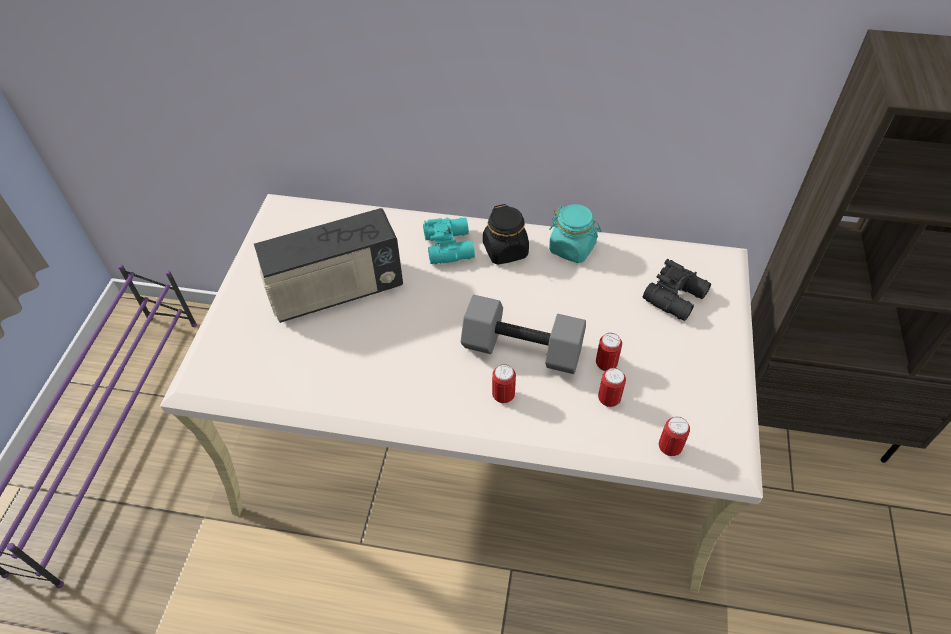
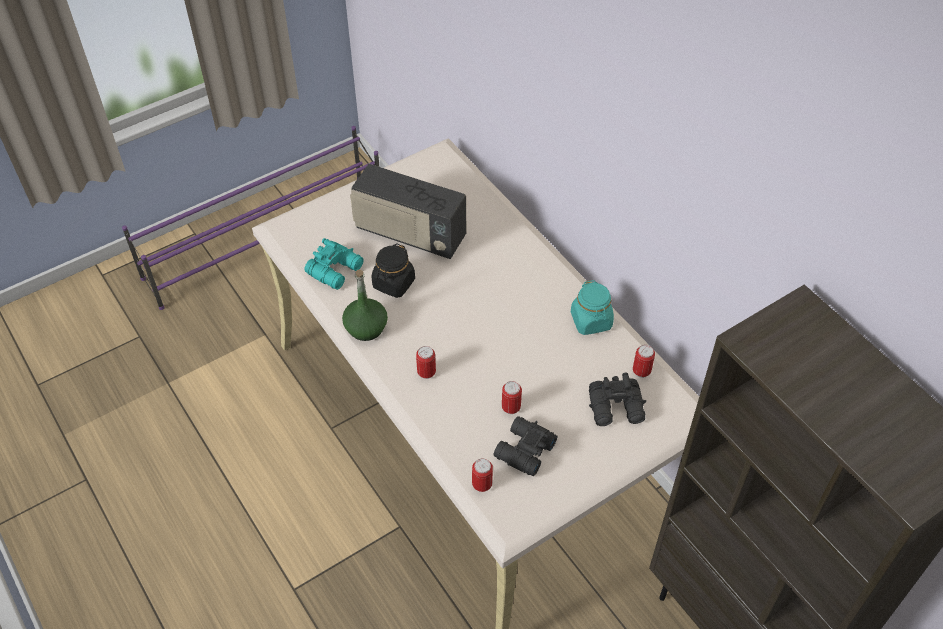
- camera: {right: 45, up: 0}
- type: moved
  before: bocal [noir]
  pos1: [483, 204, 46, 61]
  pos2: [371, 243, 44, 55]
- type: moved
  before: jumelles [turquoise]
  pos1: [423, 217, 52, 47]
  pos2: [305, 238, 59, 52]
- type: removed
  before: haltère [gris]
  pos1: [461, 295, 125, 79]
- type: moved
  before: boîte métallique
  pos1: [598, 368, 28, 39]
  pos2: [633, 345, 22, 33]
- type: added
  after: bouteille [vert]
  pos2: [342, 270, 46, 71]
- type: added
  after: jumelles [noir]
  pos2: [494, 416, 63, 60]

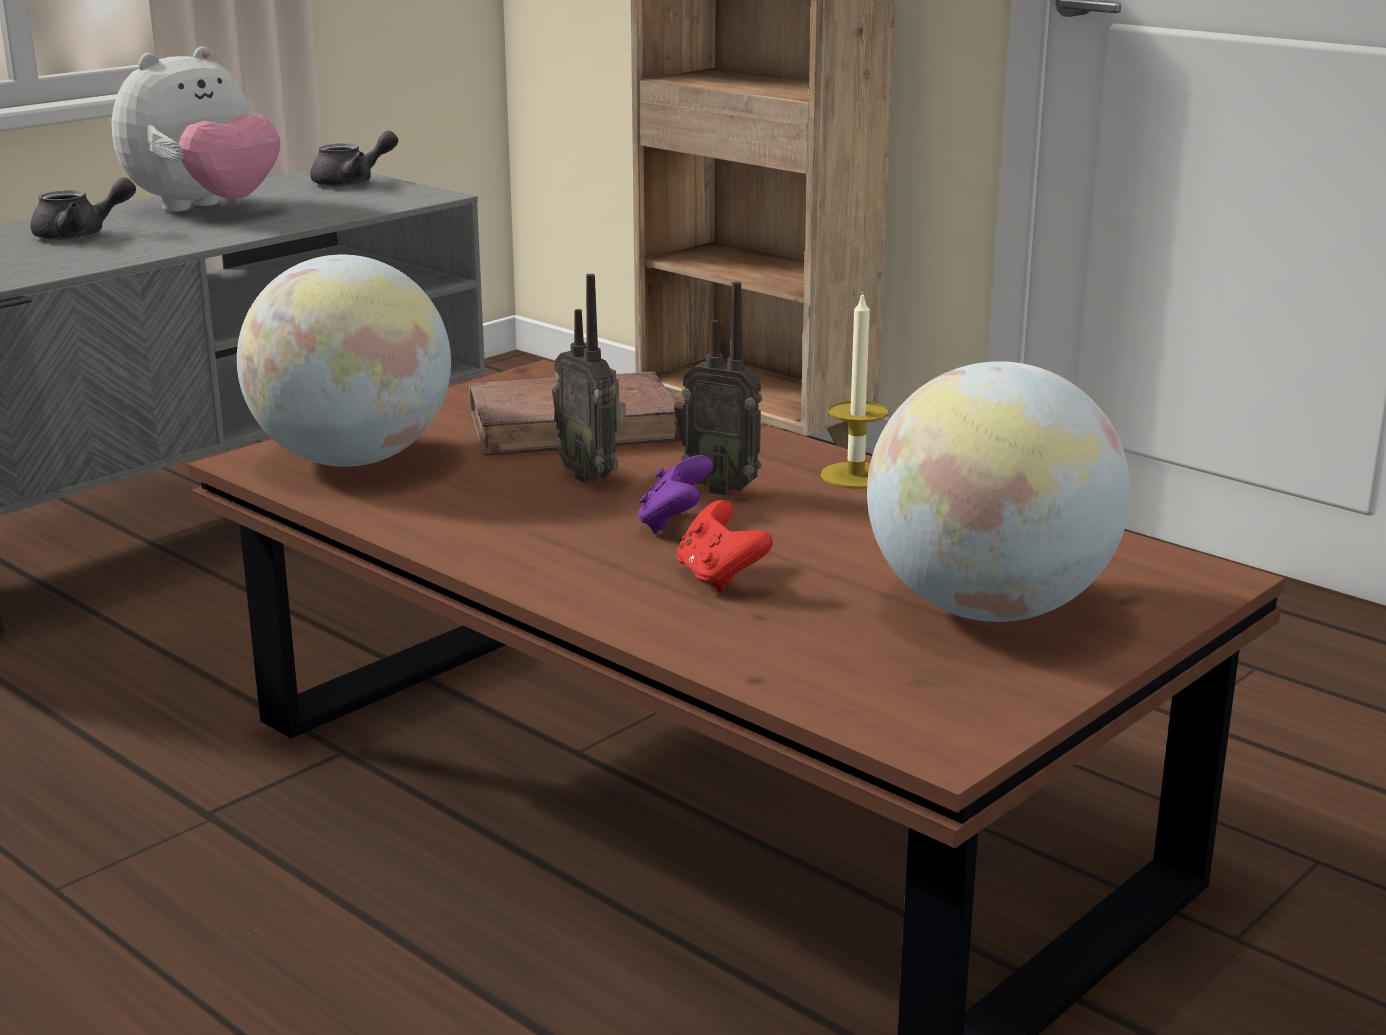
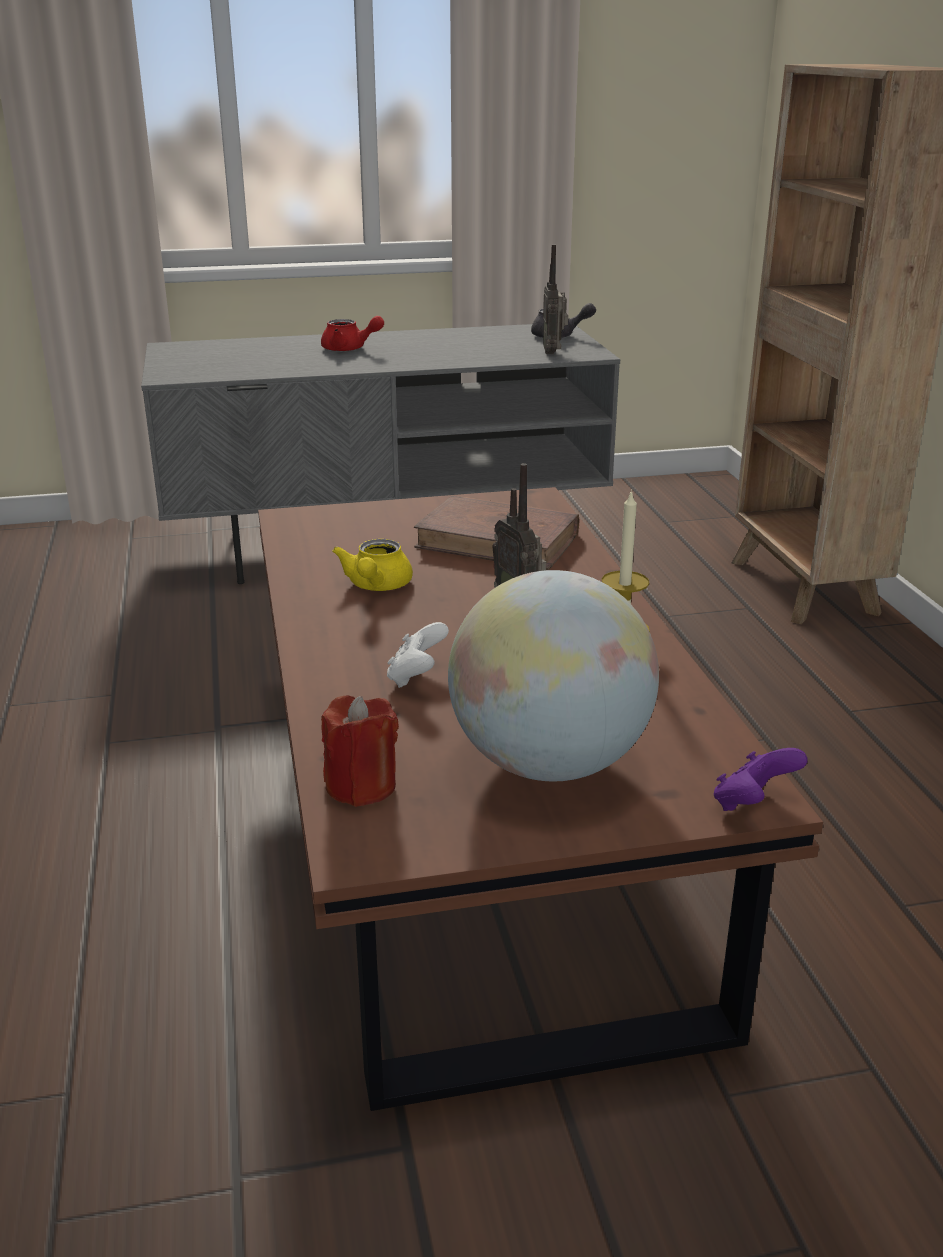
- camera: {right: 35, up: 5}
- type: removed
  before: peluche
  pos1: [112, 46, 168, 166]
- type: recoloured
  before: théière [gris]
  after: théière [rouge]
  pos1: [30, 177, 106, 64]
  pos2: [321, 316, 63, 36]
- type: removed
  before: globe
  pos1: [237, 255, 214, 212]
- type: moved
  before: radio
  pos1: [552, 274, 74, 209]
  pos2: [543, 244, 25, 110]
- type: moved
  before: manette [violet]
  pos1: [638, 455, 75, 79]
  pos2: [714, 748, 94, 63]
- type: recoloured
  before: manette [rouge]
  after: manette [blanc]
  pos1: [677, 500, 96, 92]
  pos2: [387, 622, 62, 66]
- type: added
  after: théière [jaune]
  pos2: [332, 539, 81, 52]
- type: added
  after: bougie [rouge]
  pos2: [321, 695, 78, 112]

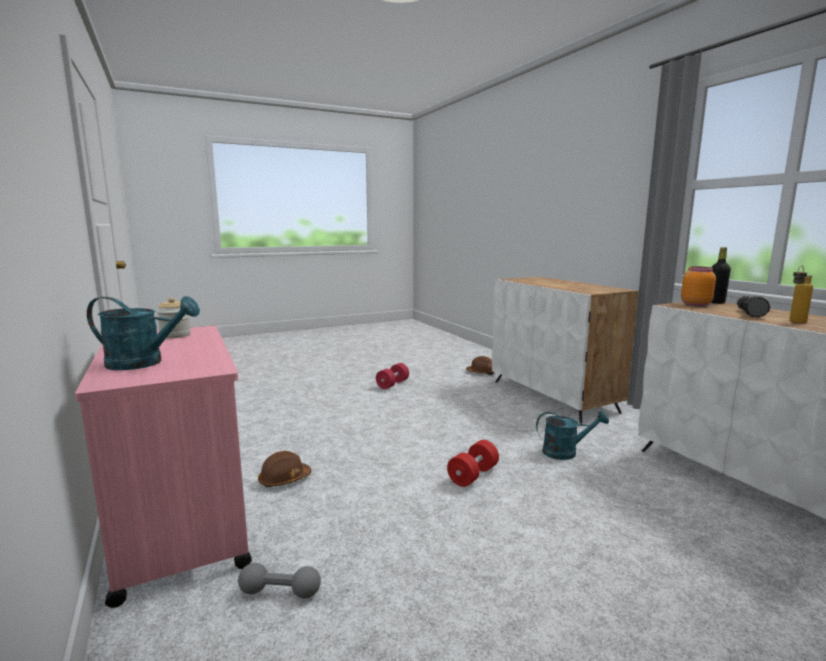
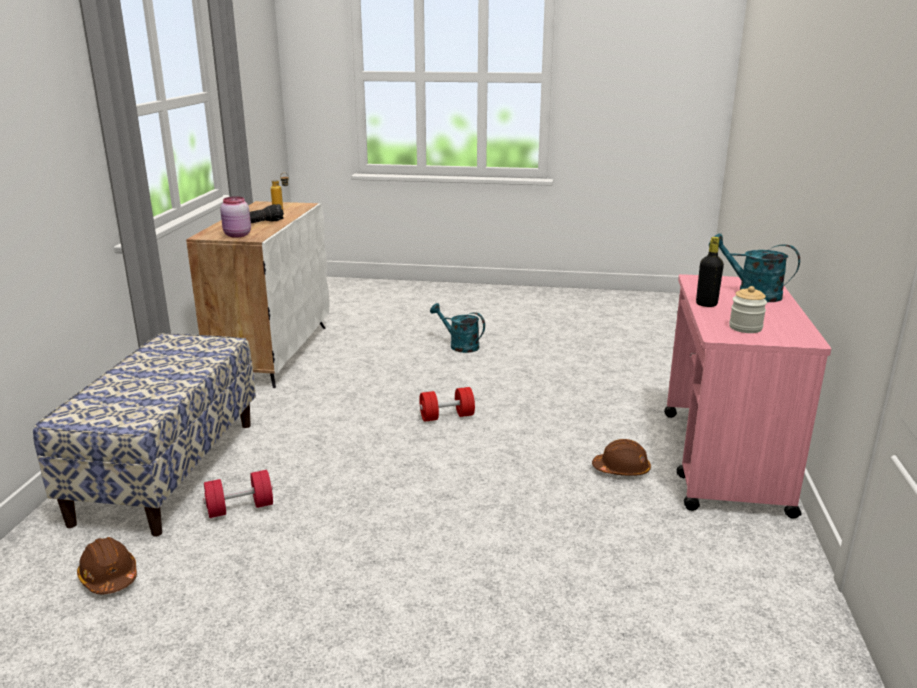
- camera: {right: -145, up: 10}
- type: moved
  before: bouteille [noir]
  pos1: [711, 247, 20, 57]
  pos2: [696, 237, 28, 70]
- type: recoloured
  before: bocal [orange]
  after: bocal [rose]
  pos1: [681, 266, 35, 40]
  pos2: [220, 196, 31, 42]
- type: replaced
  before: meuble de rangement [blanc]
  after: banc
  pos1: [492, 277, 146, 147]
  pos2: [33, 333, 223, 204]
- type: moved
  before: haltère [rouge]
  pos1: [376, 363, 33, 26]
  pos2: [203, 470, 70, 48]
- type: moved
  before: arrosoir [turquoise]
  pos1: [536, 411, 73, 49]
  pos2: [430, 303, 55, 50]
- type: removed
  before: haltère [gris]
  pos1: [238, 563, 83, 35]

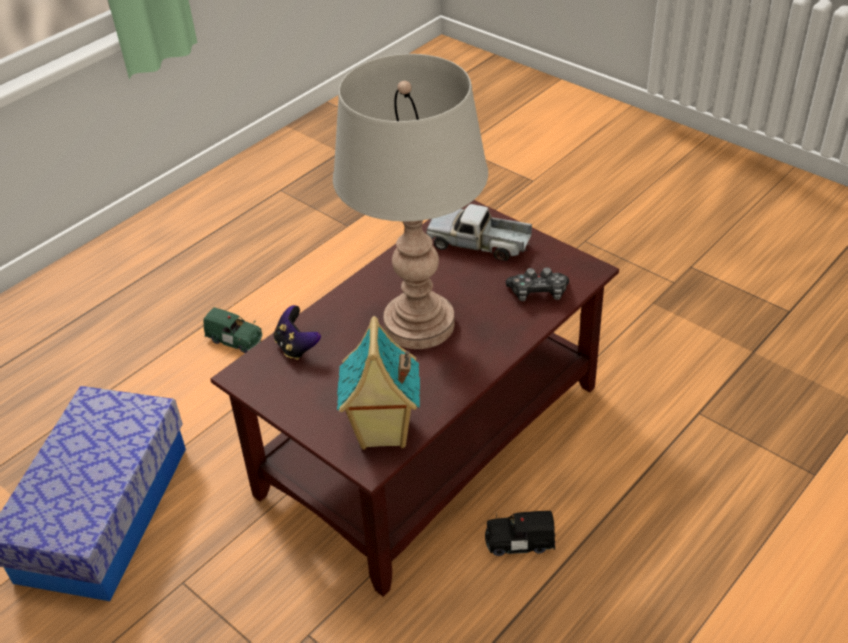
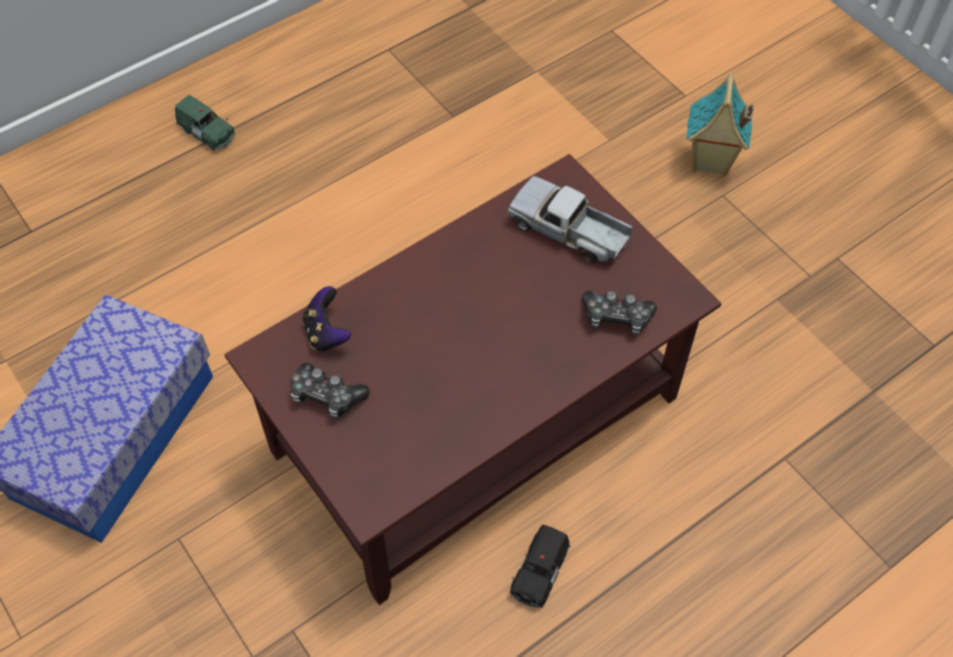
- camera: {right: 10, up: 15}
- type: removed
  before: lampe de table [gris]
  pos1: [333, 54, 155, 295]
- type: moved
  before: petite voiture [vert]
  pos1: [204, 307, 58, 46]
  pos2: [175, 95, 60, 56]
- type: moved
  before: maison miniature
  pos1: [337, 316, 83, 134]
  pos2: [686, 73, 67, 104]
- type: turned
  before: petite voiture [noir]
  pos1: [485, 511, 70, 45]
  pos2: [510, 525, 60, 83]
  turn: -75
- type: added
  after: manette
  pos2: [290, 363, 80, 55]

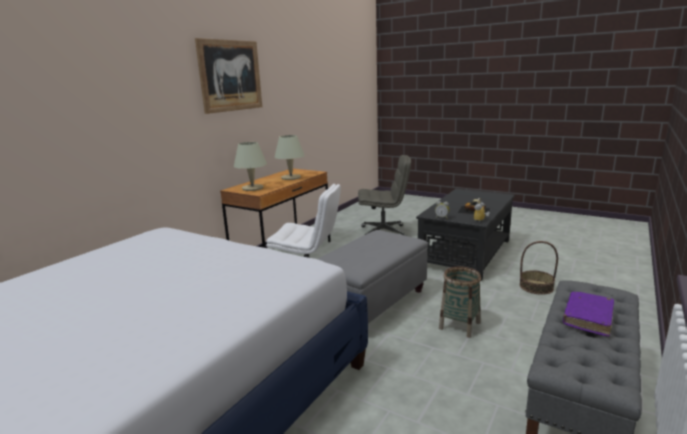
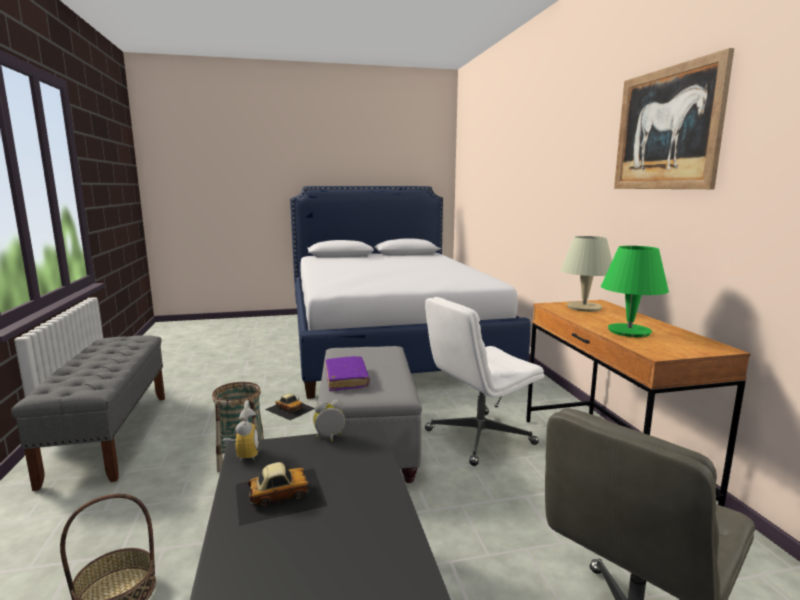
- camera: {right: 135, up: -5}
- type: recoloured
  before: lampe de table [beige]
  after: lampe de table [vert]
  pos1: [274, 135, 31, 45]
  pos2: [601, 246, 68, 91]
- type: moved
  before: livre [violet]
  pos1: [563, 292, 51, 45]
  pos2: [325, 356, 45, 35]
- type: added
  after: petite voiture
  pos2: [265, 393, 50, 27]

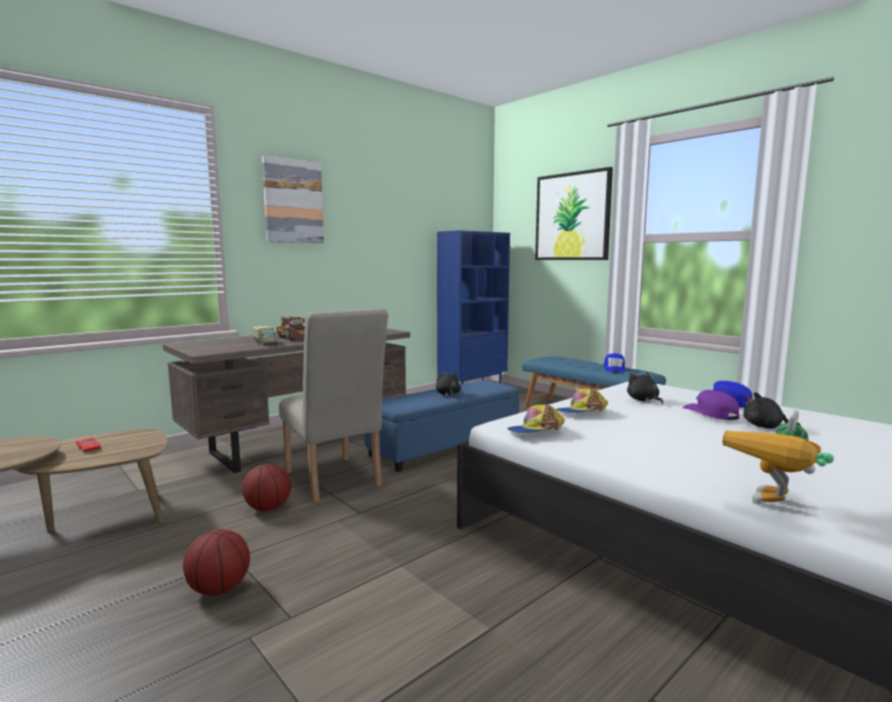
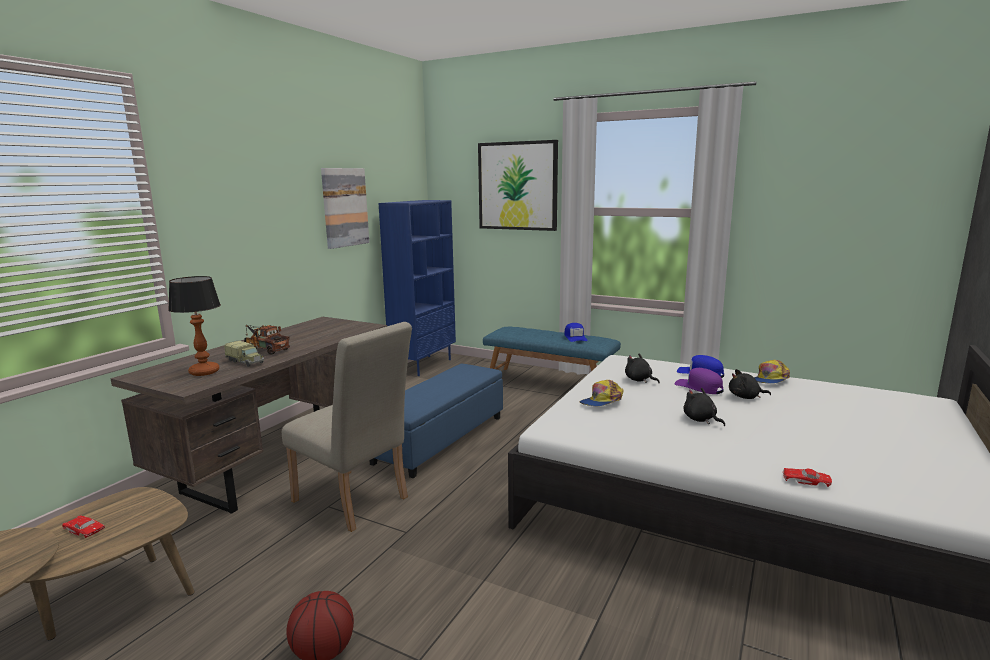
- camera: {right: -20, up: 5}
- type: moved
  before: tableau
  pos1: [262, 155, 62, 88]
  pos2: [321, 168, 48, 81]
- type: moved
  before: peluche [noir]
  pos1: [436, 372, 25, 26]
  pos2: [684, 388, 41, 38]
- type: moved
  before: casquette
  pos1: [507, 404, 58, 29]
  pos2: [754, 360, 36, 24]
- type: replaced
  before: robot jouet
  after: petite voiture [rouge]
  pos1: [723, 410, 111, 94]
  pos2: [782, 468, 50, 19]
- type: removed
  before: ballon de basket
  pos1: [242, 464, 49, 47]
- type: added
  after: lampe de table
  pos2: [168, 276, 53, 100]

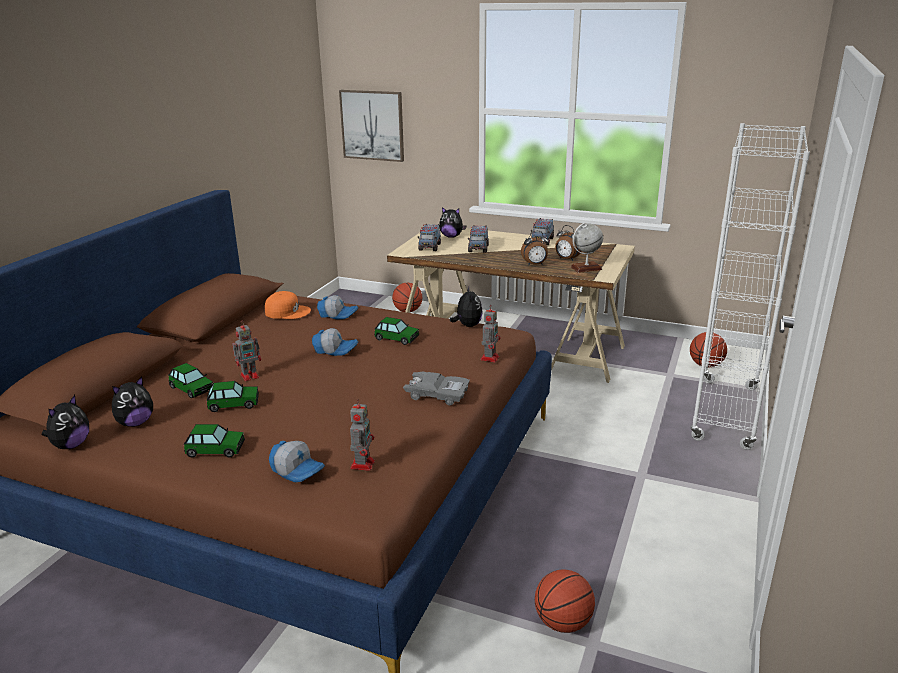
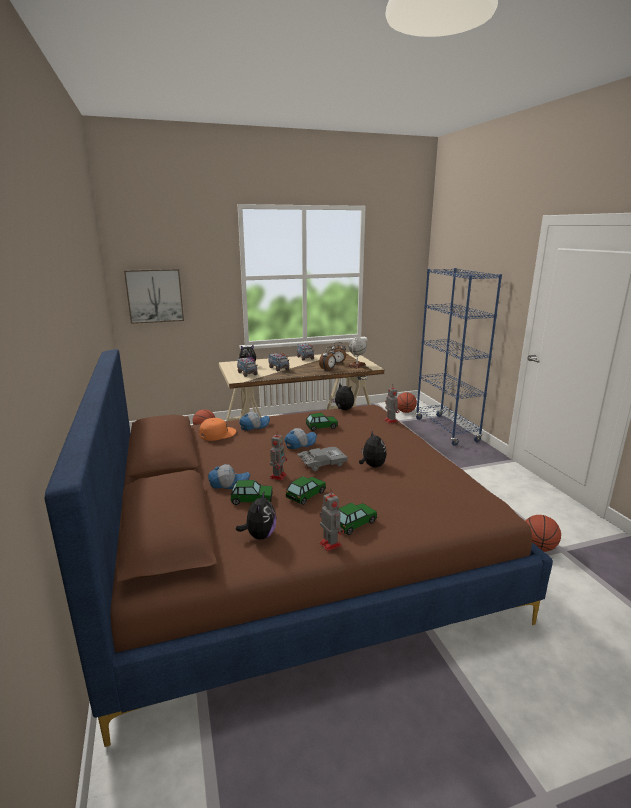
- camera: {right: -40, up: -5}
- type: recoloured
  before: bibliothèque [blanc]
  after: bibliothèque [bleu]
  pos1: [690, 123, 120, 327]
  pos2: [415, 268, 87, 178]
- type: moved
  before: petite voiture [gris]
  pos1: [403, 371, 67, 34]
  pos2: [298, 447, 50, 24]
- type: moved
  before: peluche
  pos1: [42, 395, 47, 54]
  pos2: [359, 431, 28, 37]
- type: moved
  before: robot jouet
  pos1: [350, 399, 25, 72]
  pos2: [319, 489, 25, 62]
- type: moved
  before: casquette
  pos1: [269, 441, 56, 41]
  pos2: [208, 464, 42, 25]

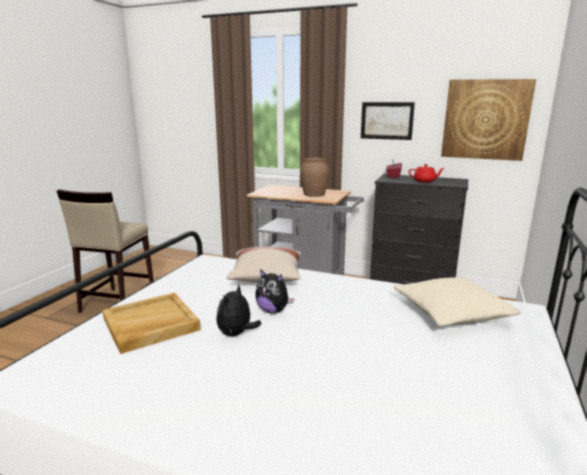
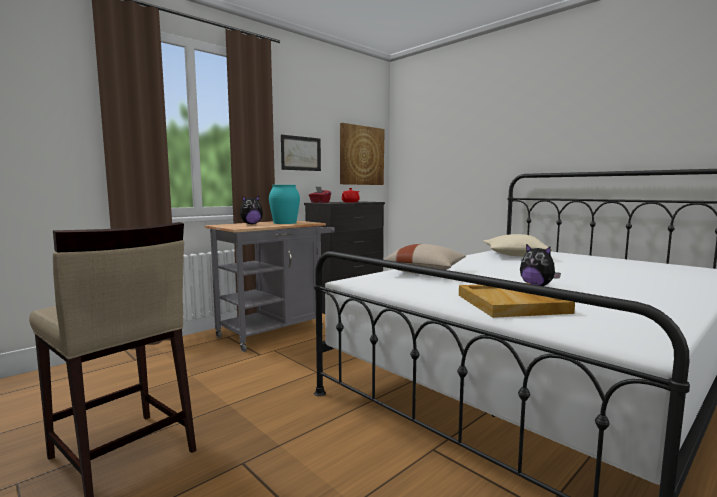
- camera: {right: -65, up: -10}
- type: recoloured
  before: vase [marron]
  after: vase [turquoise]
  pos1: [300, 158, 29, 39]
  pos2: [269, 185, 31, 39]
- type: moved
  before: peluche
  pos1: [255, 269, 39, 45]
  pos2: [240, 196, 23, 28]

